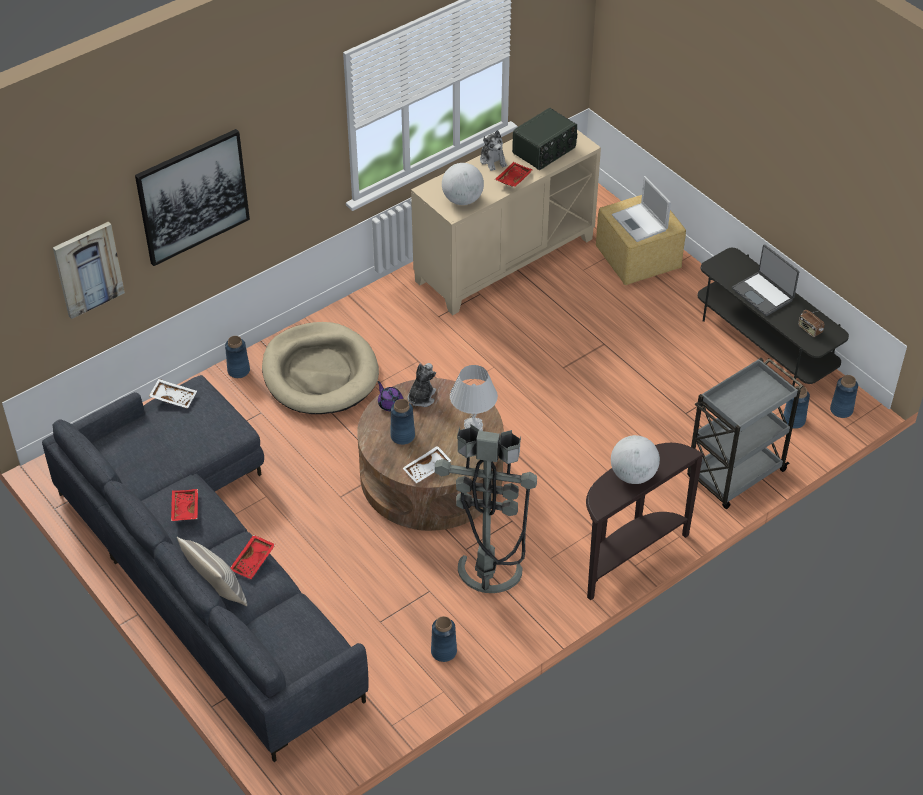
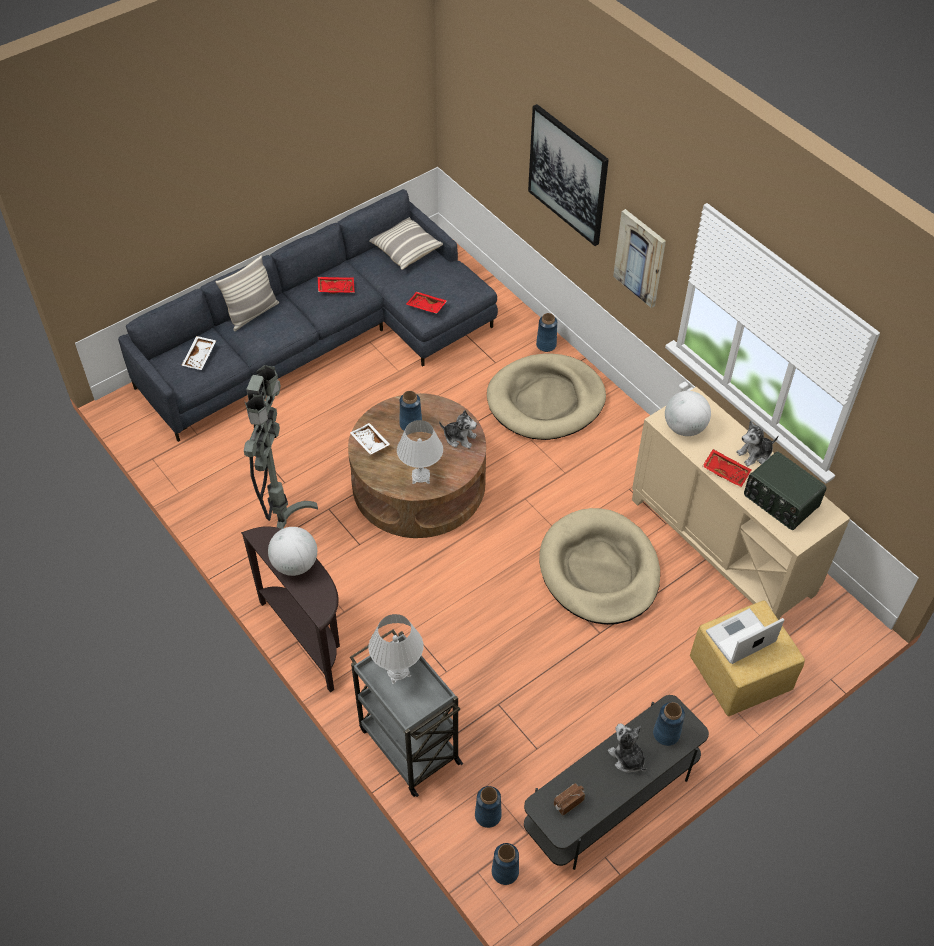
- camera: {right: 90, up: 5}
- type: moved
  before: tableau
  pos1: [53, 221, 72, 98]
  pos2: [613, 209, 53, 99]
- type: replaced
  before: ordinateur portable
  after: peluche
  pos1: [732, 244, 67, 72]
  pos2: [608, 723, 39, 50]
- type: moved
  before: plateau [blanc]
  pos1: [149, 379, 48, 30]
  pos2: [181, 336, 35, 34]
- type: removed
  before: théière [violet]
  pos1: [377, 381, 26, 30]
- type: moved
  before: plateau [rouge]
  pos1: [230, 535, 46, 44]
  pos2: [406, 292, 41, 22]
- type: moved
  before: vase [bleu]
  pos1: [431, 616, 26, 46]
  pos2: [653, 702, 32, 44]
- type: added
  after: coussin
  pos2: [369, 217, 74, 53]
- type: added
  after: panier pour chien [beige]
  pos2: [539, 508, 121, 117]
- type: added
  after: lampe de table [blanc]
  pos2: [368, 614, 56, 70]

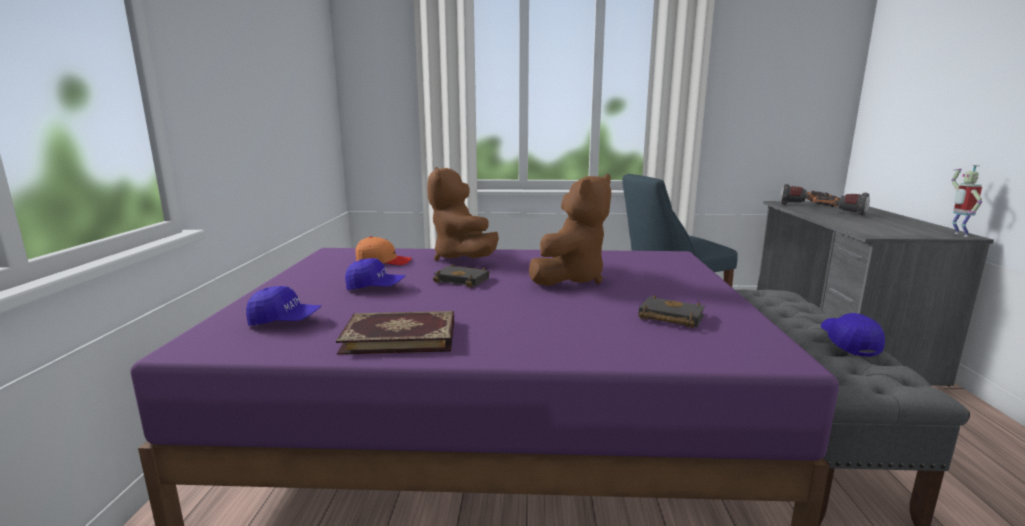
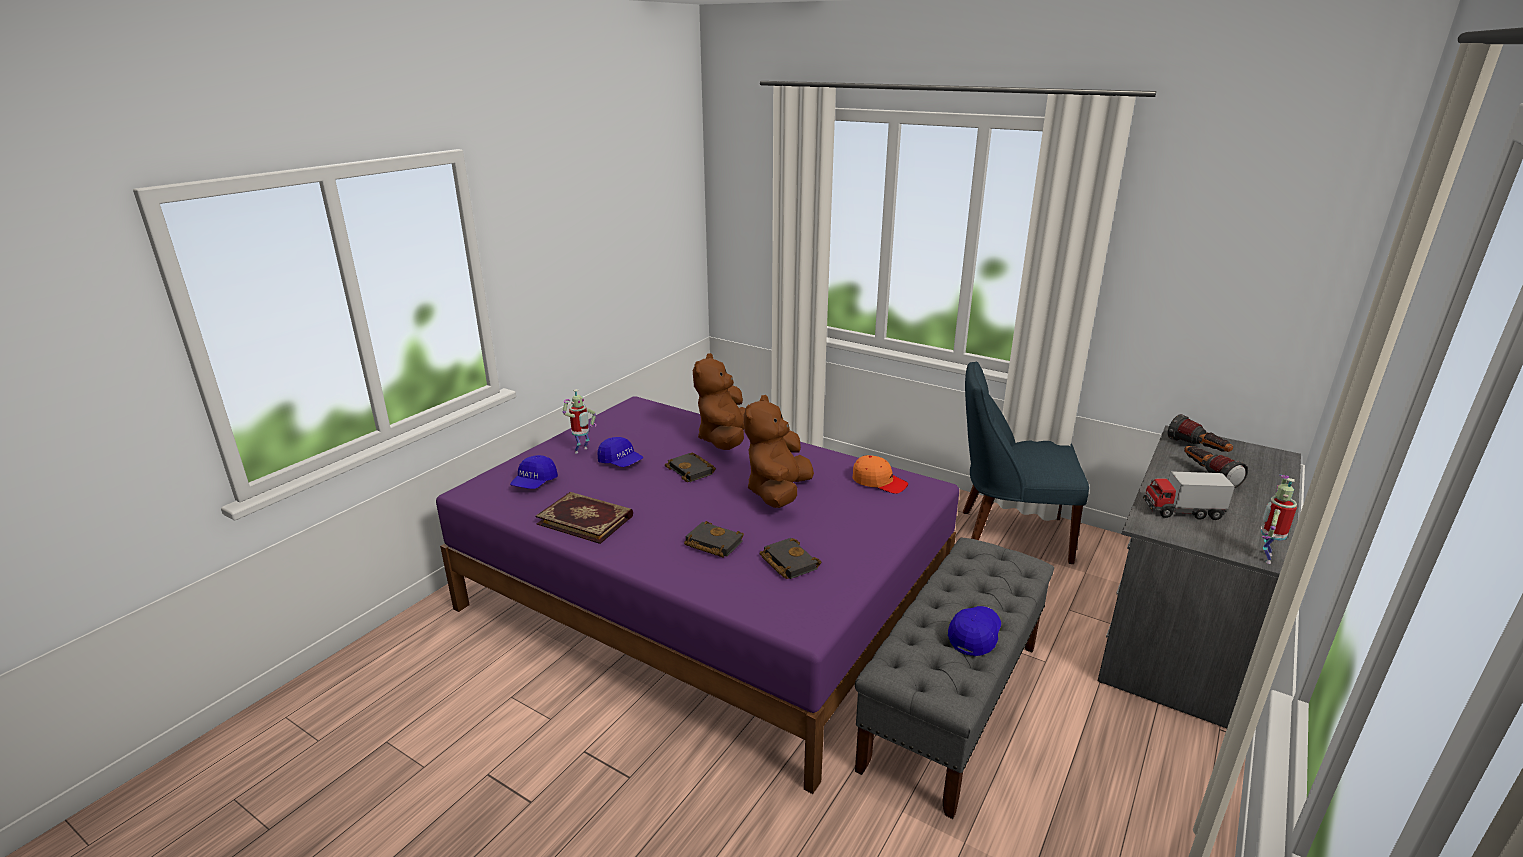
- camera: {right: 30, up: 10}
- type: turned
  before: peluche [marron]
  pos1: [529, 174, 82, 112]
  pos2: [744, 395, 70, 113]
  turn: 135
- type: moved
  before: casquette [orange]
  pos1: [355, 236, 57, 29]
  pos2: [853, 455, 55, 39]
- type: turned
  before: casquette [bleu]
  pos1: [246, 286, 75, 40]
  pos2: [510, 455, 48, 34]
  turn: 75
- type: added
  after: robot jouet
  pos2: [563, 389, 33, 65]
- type: added
  after: camion jouet
  pos2: [1143, 471, 92, 49]
- type: added
  after: livre [noir]
  pos2: [684, 521, 60, 37]

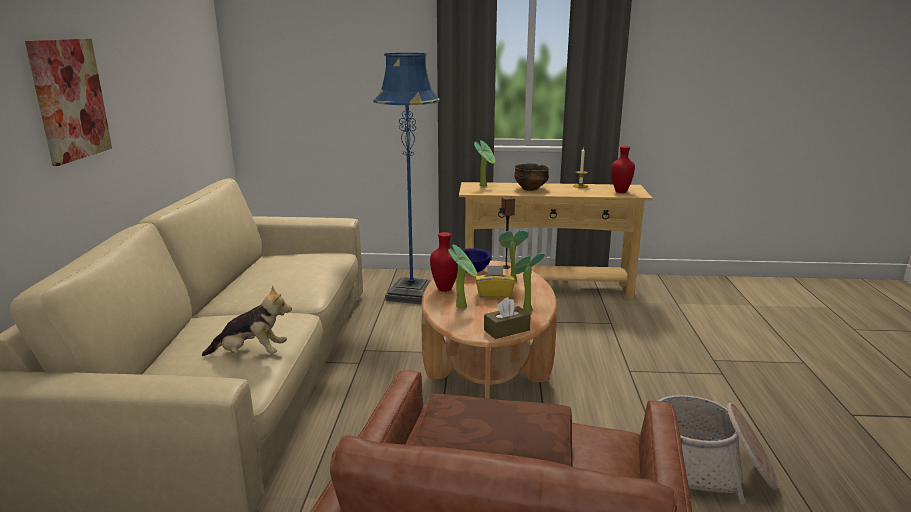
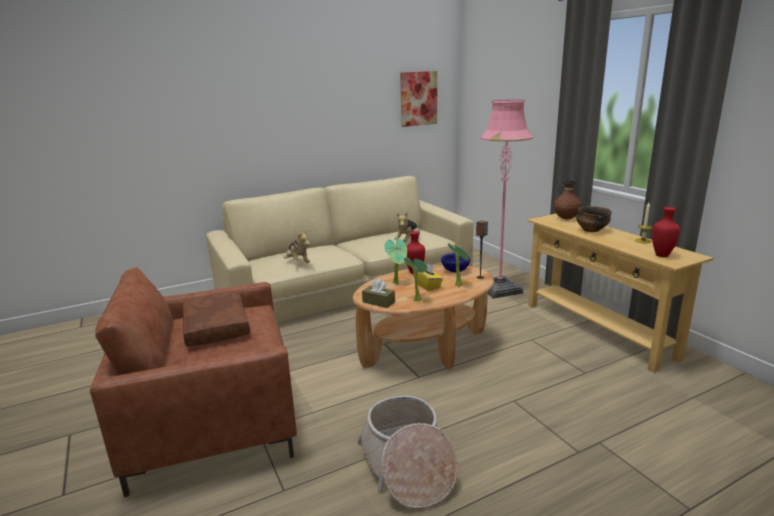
- camera: {right: 60, up: 0}
- type: moved
  before: tableau
  pos1: [25, 39, 87, 127]
  pos2: [400, 71, 37, 56]
- type: recoloured
  before: lampadaire [bleu]
  after: lampadaire [rose]
  pos1: [373, 53, 67, 252]
  pos2: [480, 100, 53, 199]
- type: replaced
  before: plante en pot
  after: vase [marron]
  pos1: [474, 140, 21, 47]
  pos2: [554, 179, 27, 41]
- type: added
  after: peluche
  pos2: [394, 212, 26, 30]

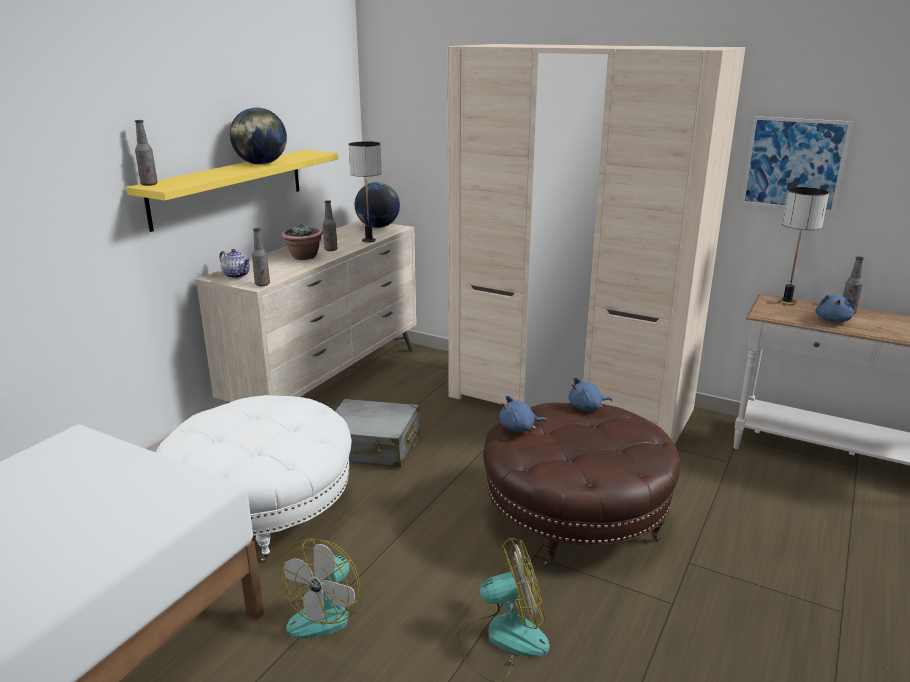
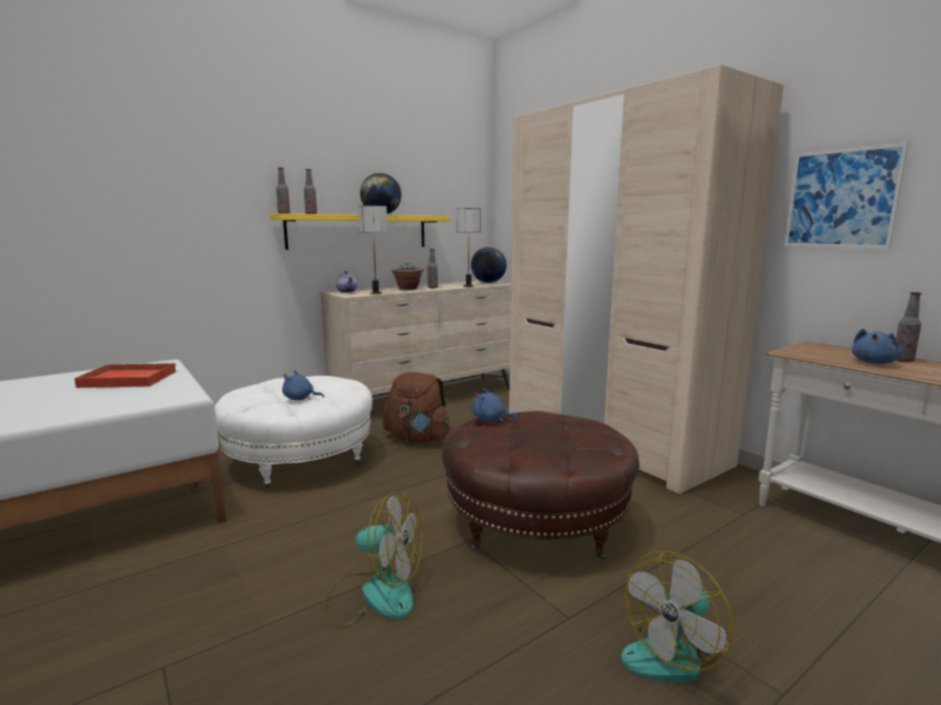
- camera: {right: 25, up: -10}
- type: moved
  before: lampe de table
  pos1: [779, 187, 50, 118]
  pos2: [358, 206, 30, 88]
- type: moved
  before: bouteille
  pos1: [252, 228, 18, 58]
  pos2: [304, 169, 13, 45]
- type: moved
  before: peluche [bleu]
  pos1: [568, 377, 44, 34]
  pos2: [282, 370, 42, 30]
- type: replaced
  before: valise [gris]
  after: sac à dos [marron]
  pos1: [335, 399, 85, 69]
  pos2: [383, 372, 66, 71]
- type: moved
  before: ventilateur
  pos1: [281, 538, 84, 100]
  pos2: [621, 551, 112, 132]
- type: added
  after: plateau [rouge]
  pos2: [74, 363, 102, 25]

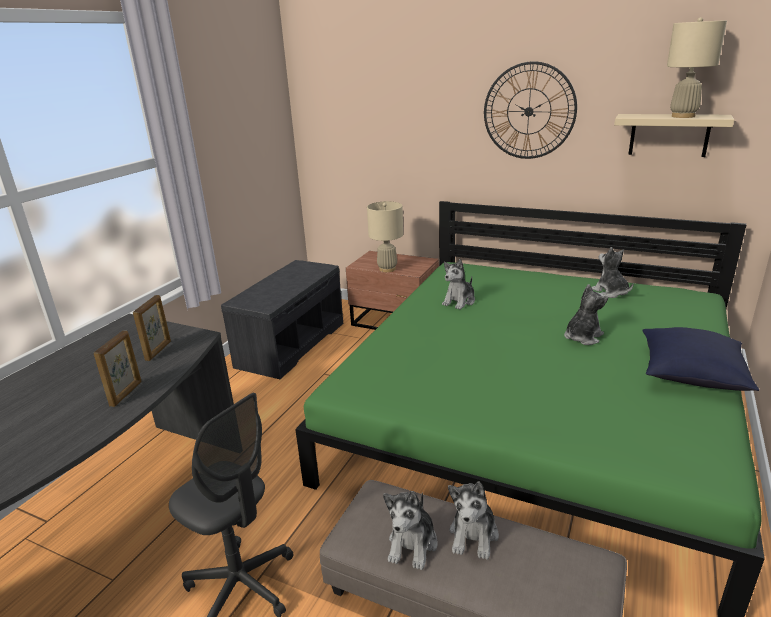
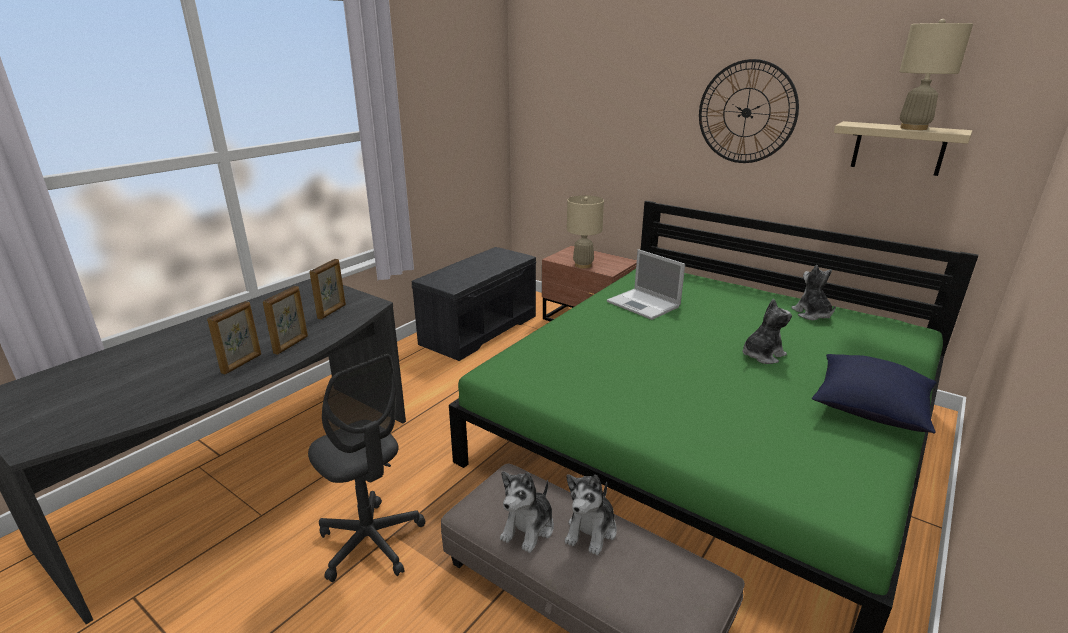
- camera: {right: 10, up: 0}
- type: replaced
  before: peluche
  after: ordinateur portable
  pos1: [442, 259, 33, 51]
  pos2: [607, 249, 78, 71]
- type: added
  after: cadre photo
  pos2: [207, 301, 54, 74]

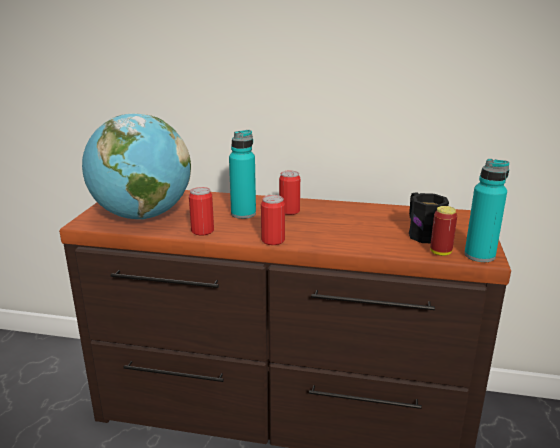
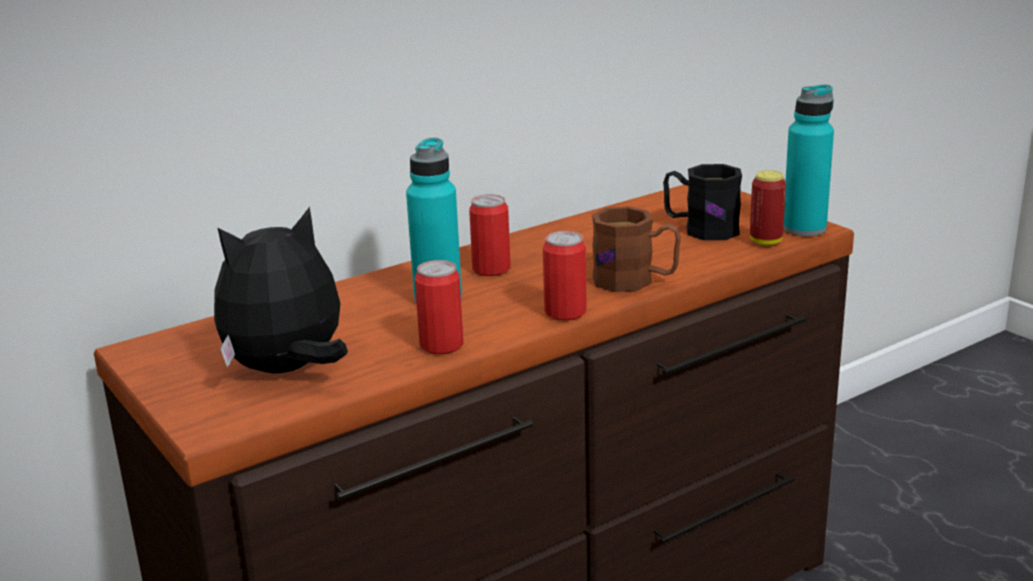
- camera: {right: -45, up: 0}
- type: replaced
  before: globe
  after: peluche
  pos1: [82, 113, 109, 107]
  pos2: [214, 207, 134, 166]
- type: added
  after: mug [marron]
  pos2: [592, 206, 89, 86]

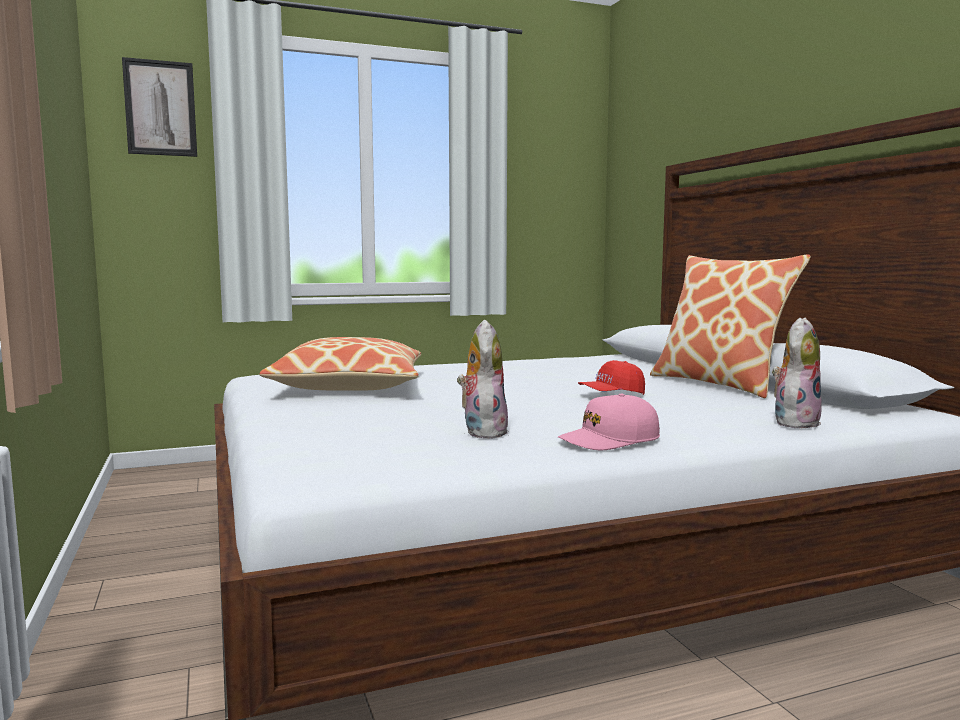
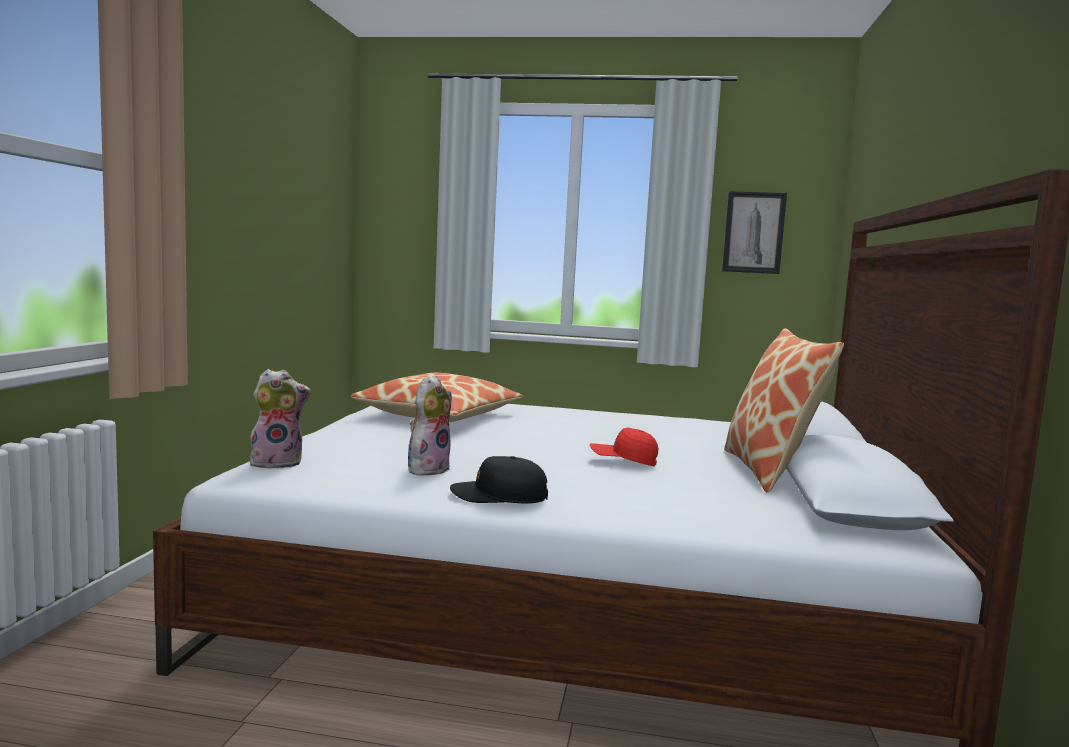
- camera: {right: 30, up: 0}
- type: moved
  before: tableau
  pos1: [122, 57, 75, 100]
  pos2: [722, 191, 65, 83]
- type: moved
  before: peluche
  pos1: [772, 318, 50, 110]
  pos2: [248, 369, 63, 100]
- type: recoloured
  before: casquette [rose]
  after: casquette [noir]
  pos1: [558, 393, 102, 57]
  pos2: [450, 456, 98, 48]

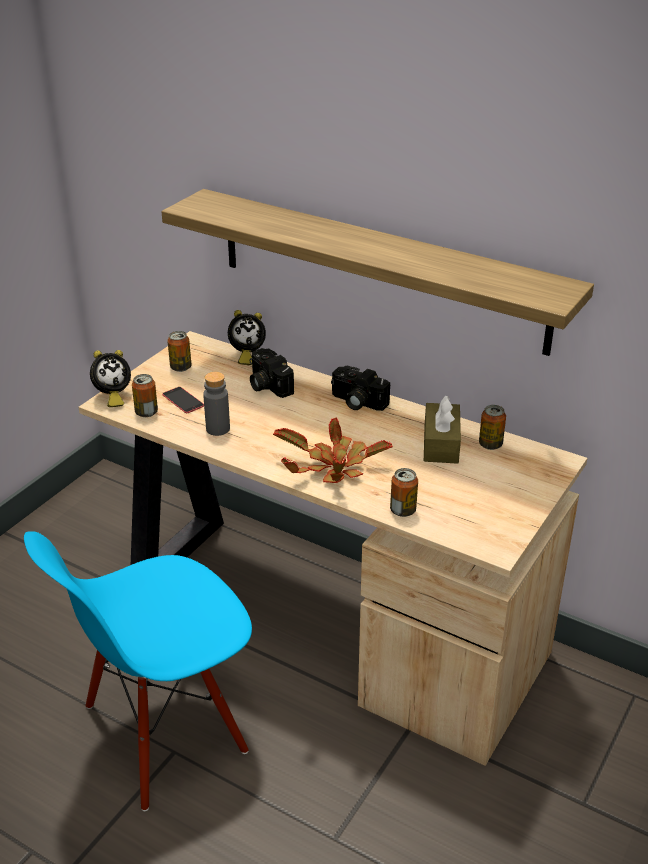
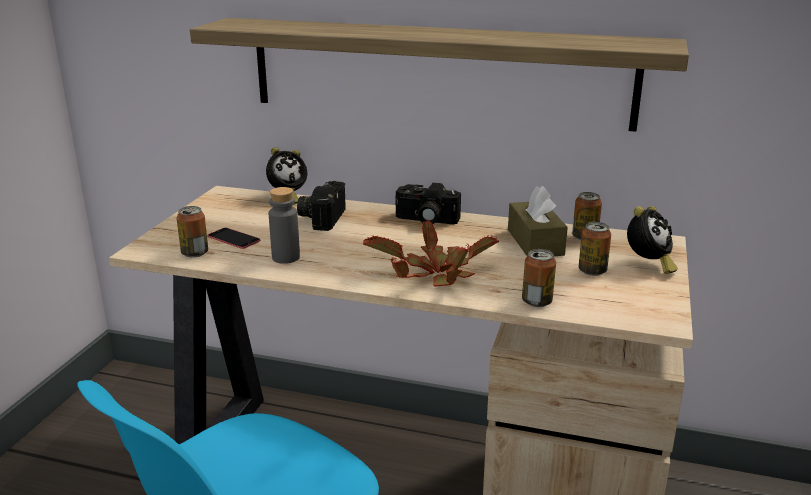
- camera: {right: -15, up: -10}
- type: moved
  before: boîte métallique
  pos1: [167, 331, 25, 41]
  pos2: [578, 222, 33, 54]
- type: turned
  before: appareil photo
  pos1: [250, 348, 44, 50]
  pos2: [297, 181, 49, 50]
  turn: 60
- type: moved
  before: réveil
  pos1: [90, 350, 41, 57]
  pos2: [627, 206, 51, 68]

